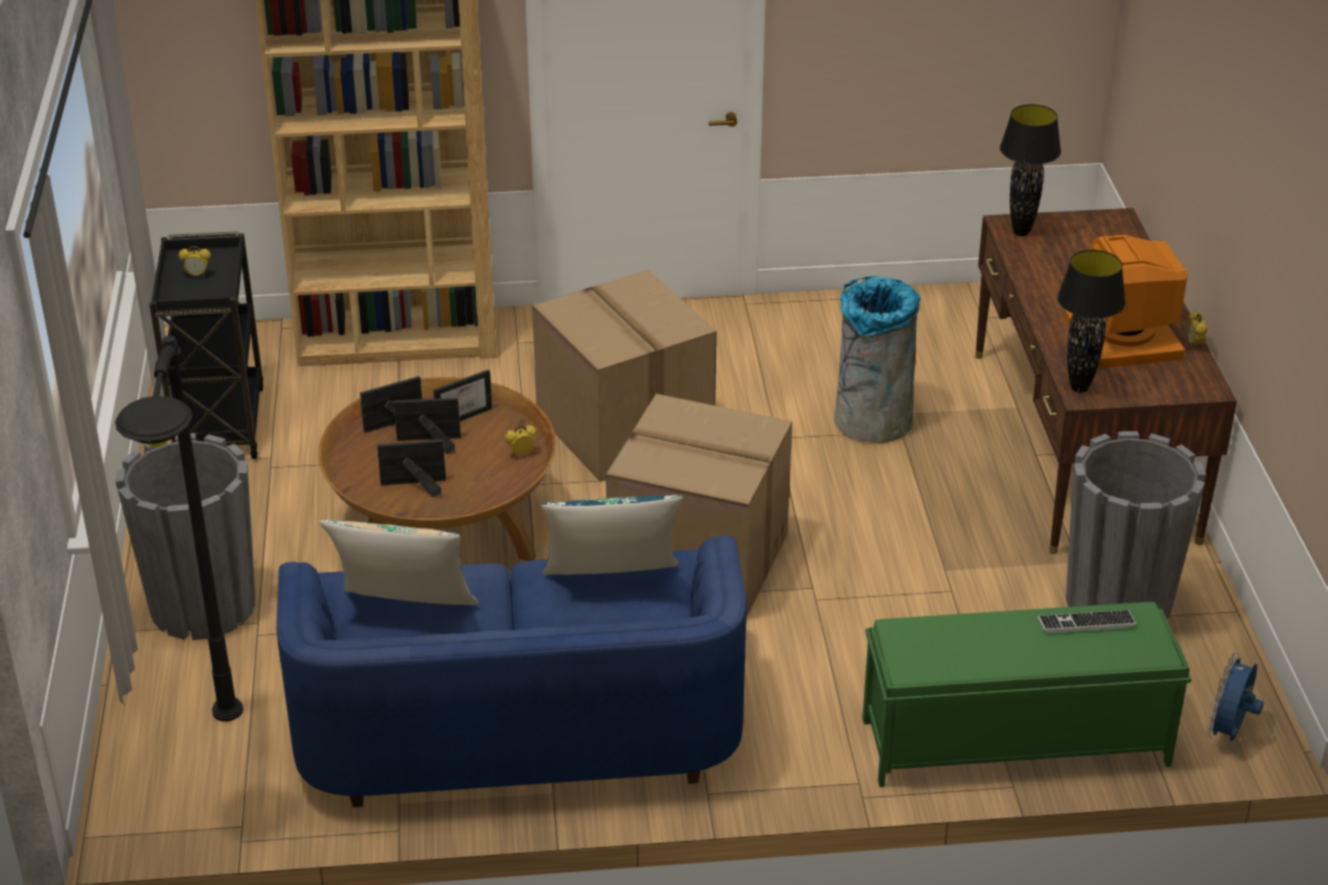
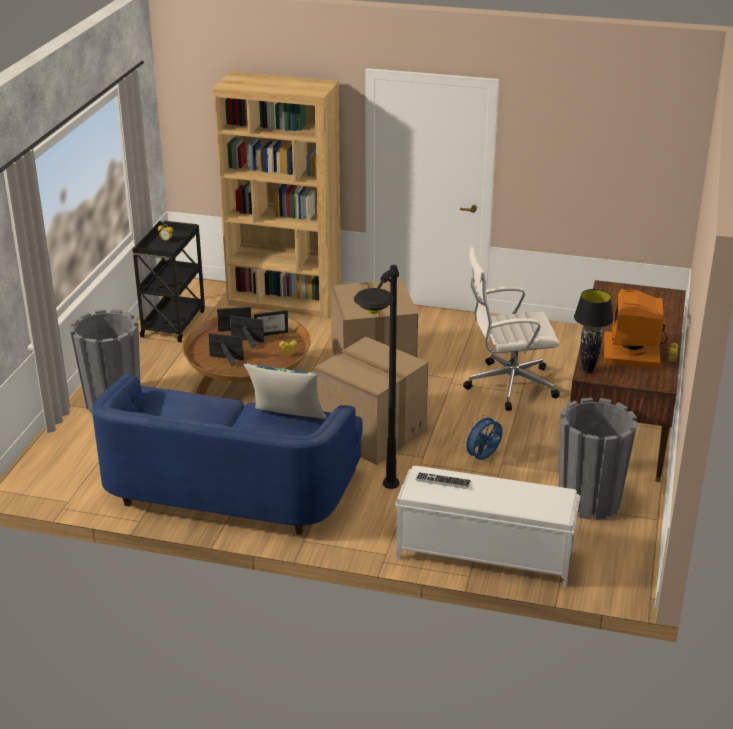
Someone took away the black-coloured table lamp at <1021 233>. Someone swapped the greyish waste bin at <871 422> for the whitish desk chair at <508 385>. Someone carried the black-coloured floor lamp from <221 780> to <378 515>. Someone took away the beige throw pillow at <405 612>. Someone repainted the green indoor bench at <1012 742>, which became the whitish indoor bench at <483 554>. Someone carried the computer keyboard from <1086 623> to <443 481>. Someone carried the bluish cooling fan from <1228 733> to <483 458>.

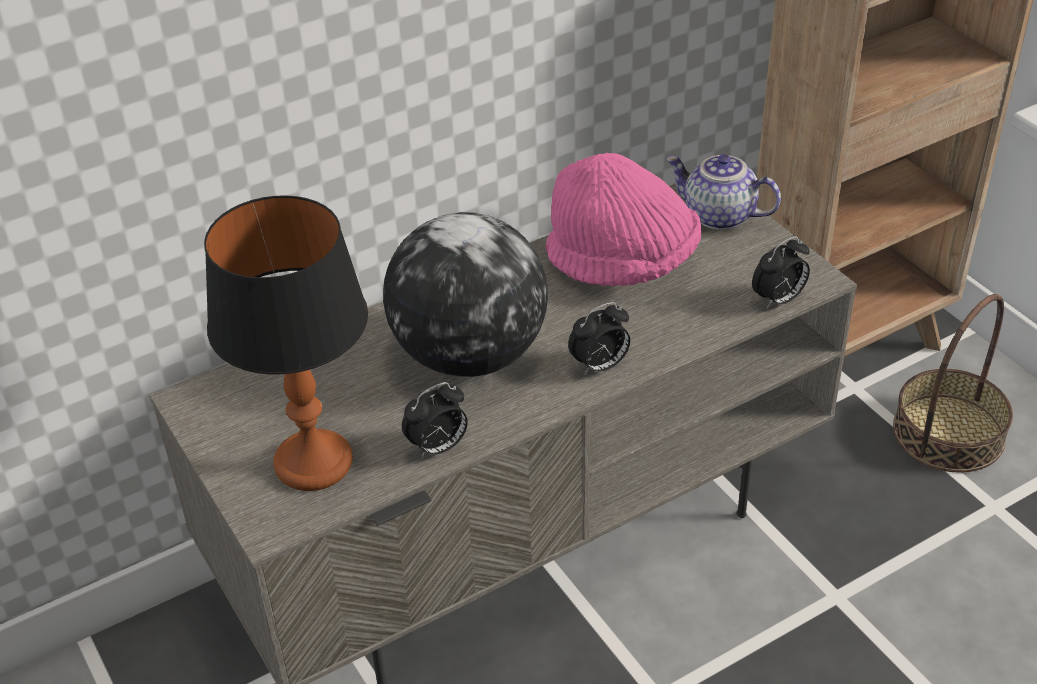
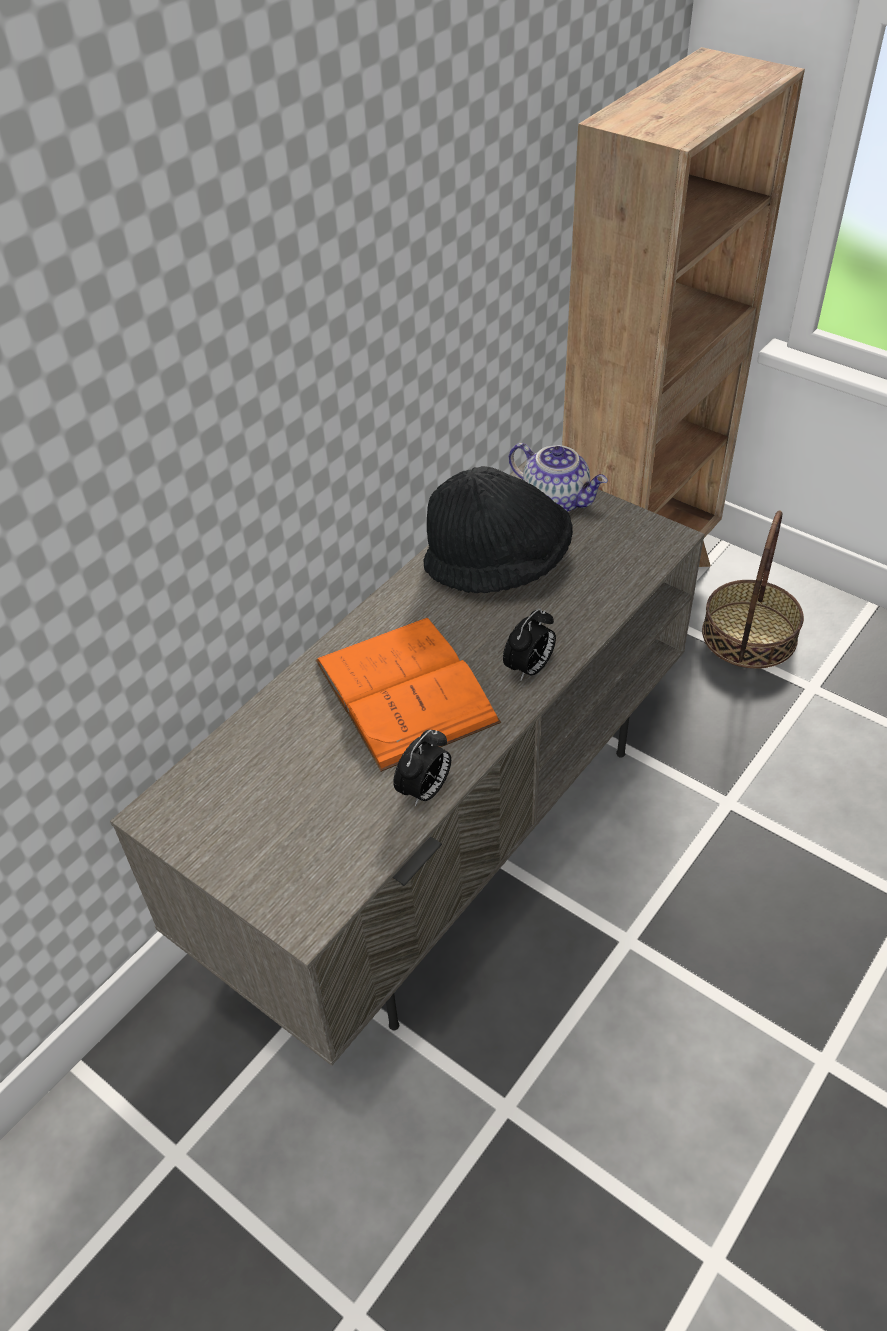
Someone repainted the pink-coloured wearable hat at <623 264>, which became the black-coloured wearable hat at <498 565>. Someone rotated the teapot at <718 216> by 150 degrees counterclockwise. Someone took away the table lamp at <312 462>. Someone swapped the world globe at <468 355> for the orange volume at <405 691>. Someone took away the table clock at <778 300>.

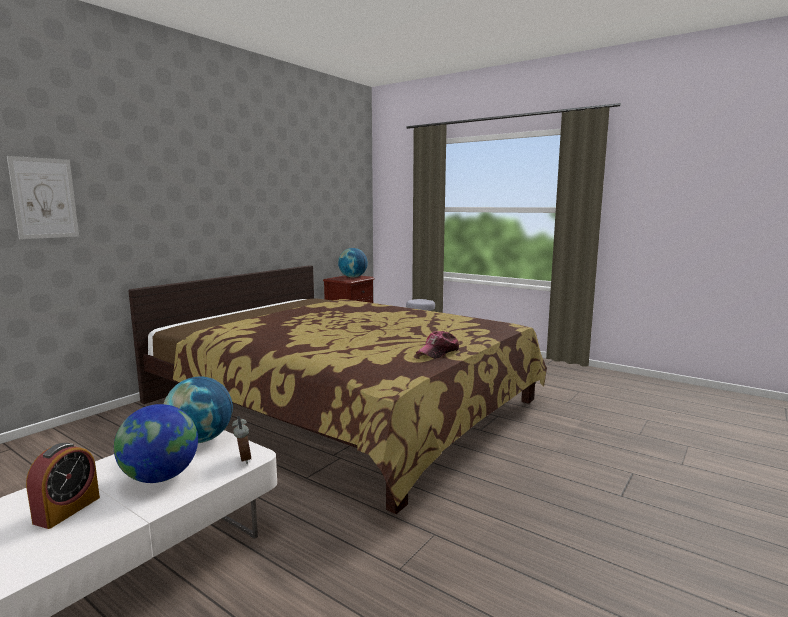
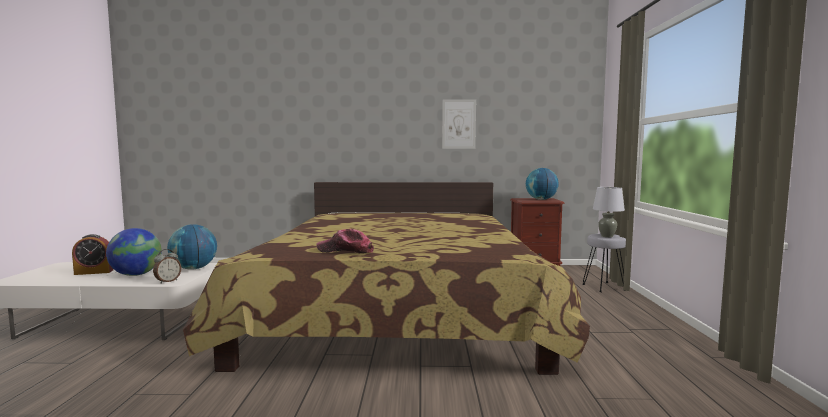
Someone carried the picture from <44 198> to <459 124>. Someone put down the greyish table lamp at <607 236>.

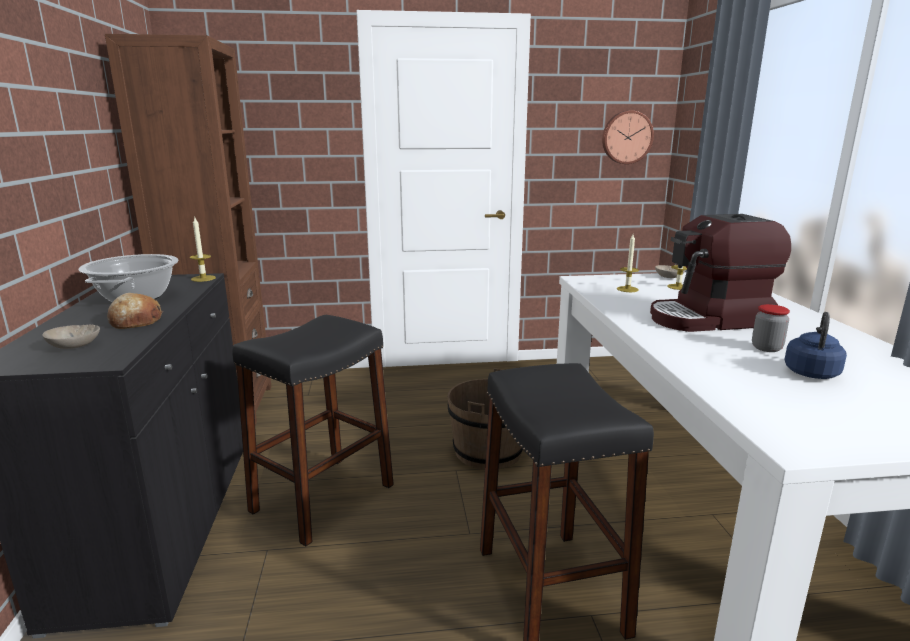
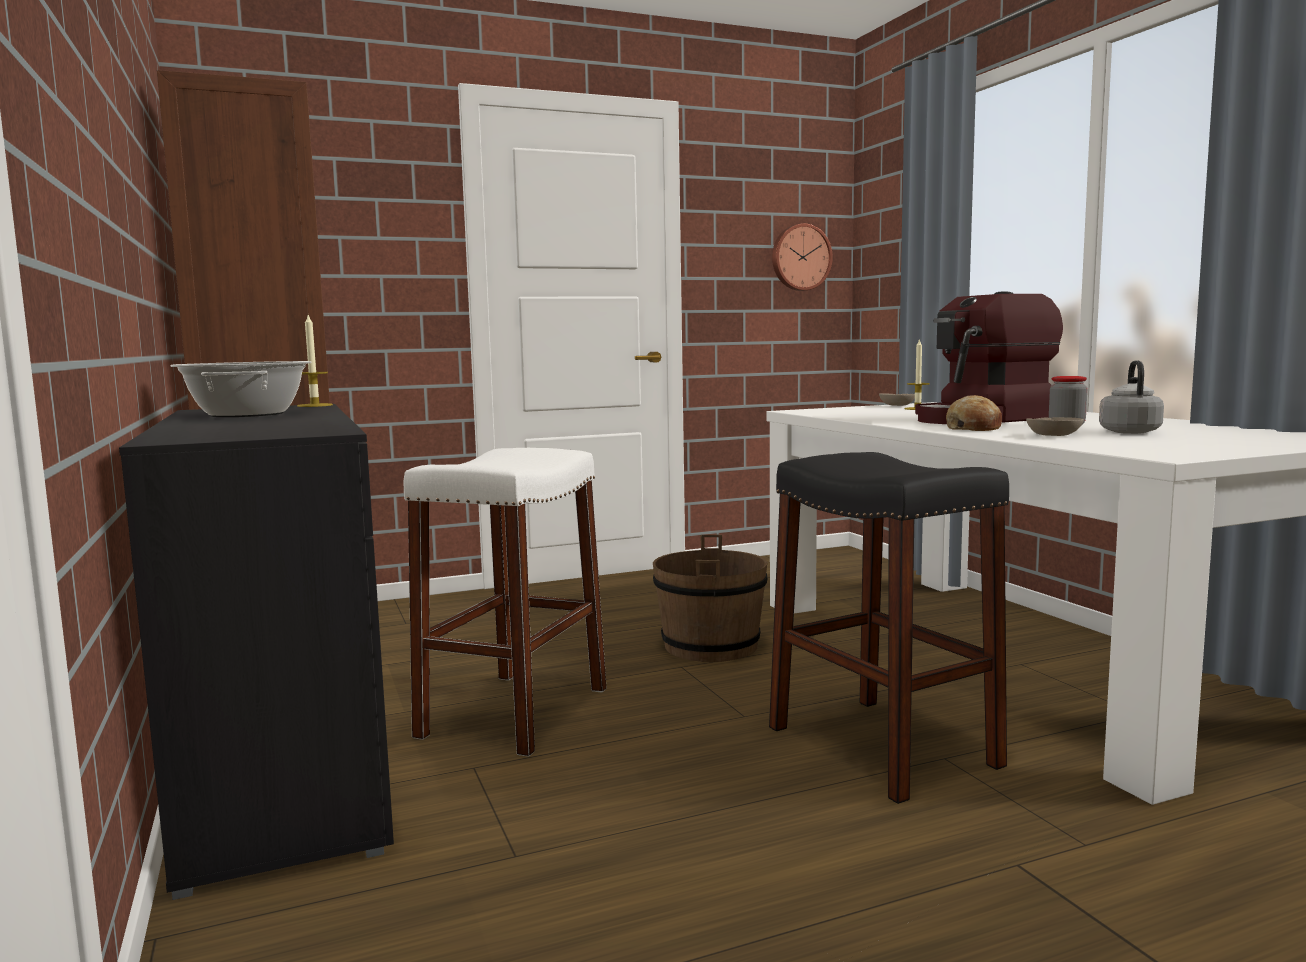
Someone took away the wax candle at <627 289>. Someone carried the baked bread from <135 321> to <973 428>. Someone repainted the bluish kettle at <811 372>, which became the greyish kettle at <1129 431>. Someone repainted the black-coloured sitting stool at <323 497>, which became the whitish sitting stool at <515 712>. Someone carried the beige deep dish from <73 346> to <1054 436>.

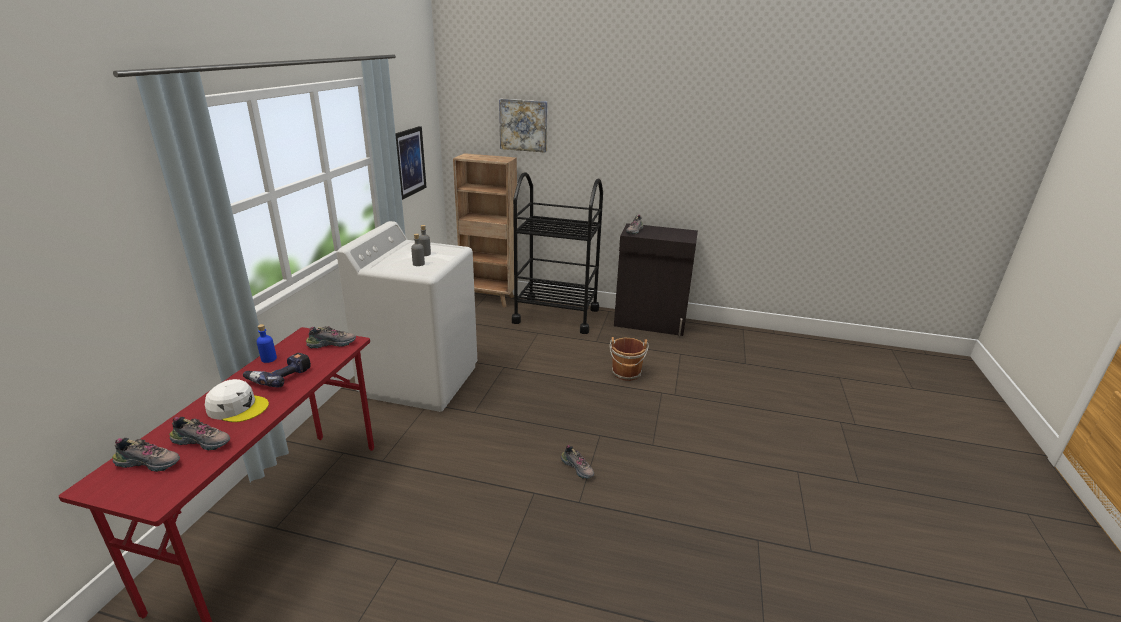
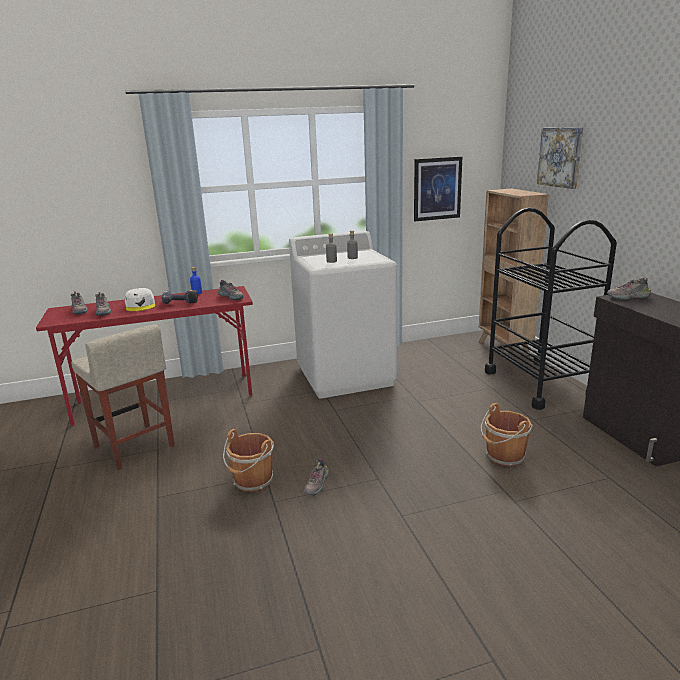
Someone put down the beige sitting stool at <134 446>. Someone put down the brown water bucket at <252 482>.

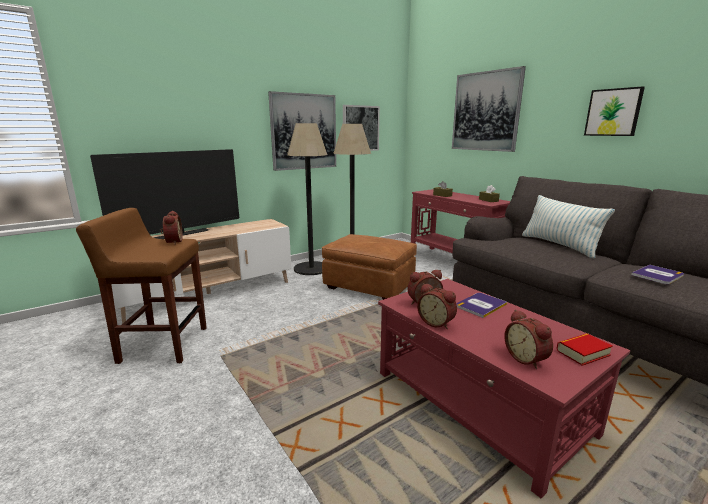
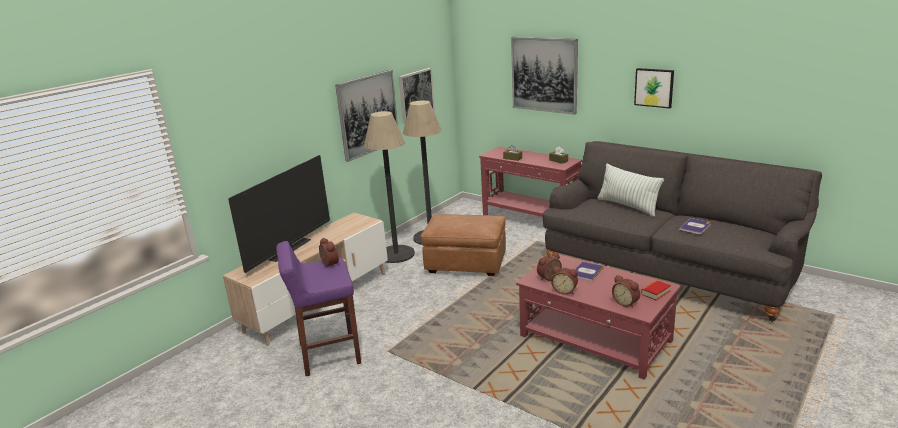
Someone repainted the brown sitting stool at <163 344>, which became the purple sitting stool at <328 354>.

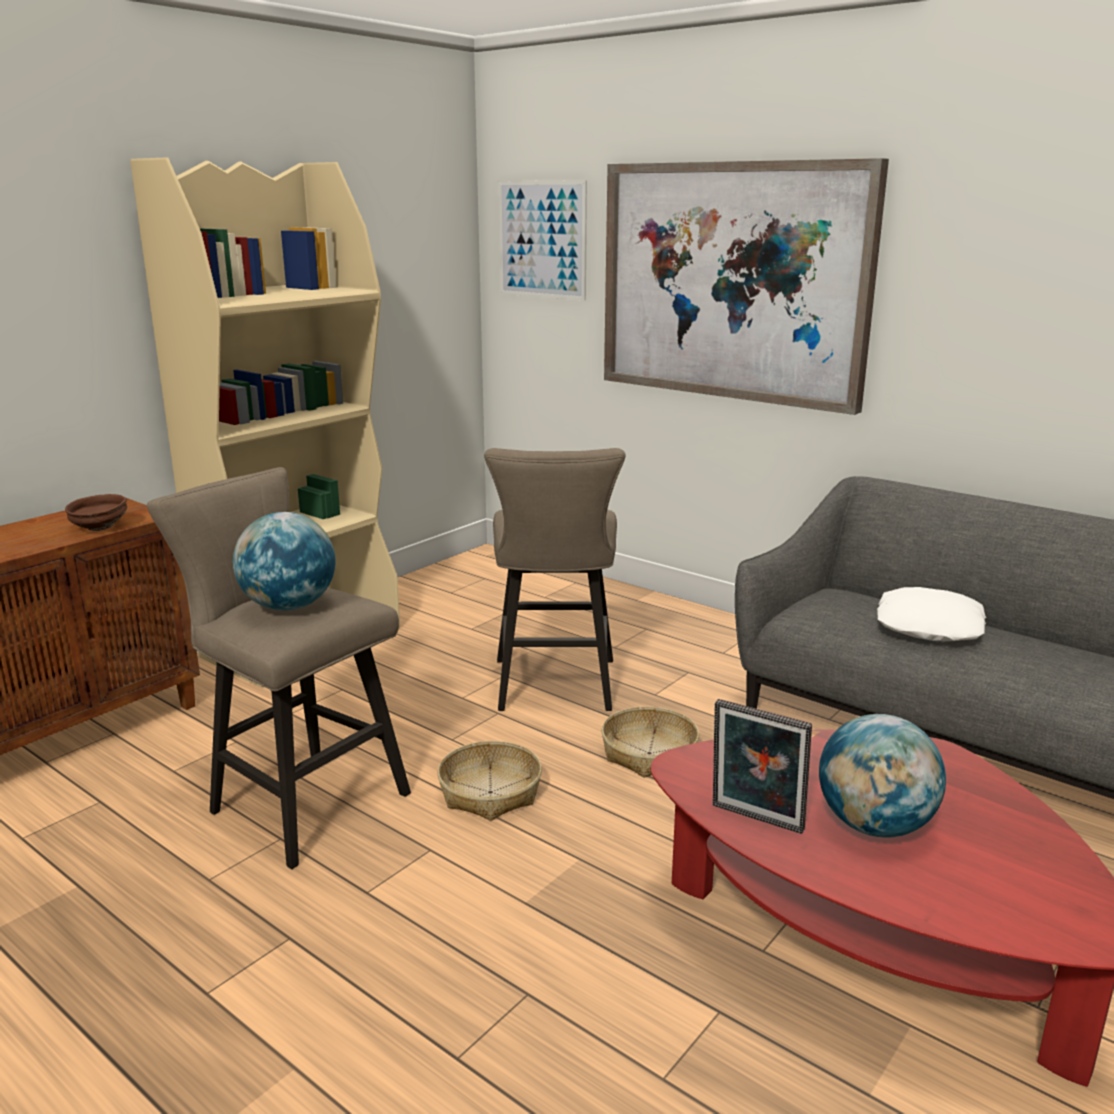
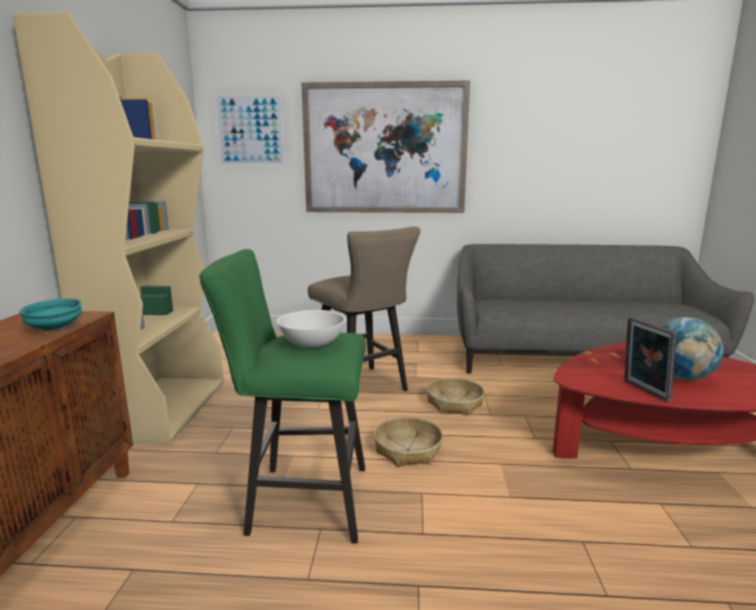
Someone repainted the beige sitting stool at <299 800>, which became the green sitting stool at <299 500>. Someone repainted the brown deep dish at <99 528>, which became the turquoise deep dish at <54 329>. Someone swapped the world globe at <289 606> for the whitish deep dish at <312 343>. Someone took away the whitish throw pillow at <928 626>. Someone rotated the standing frame at <755 820> by 75 degrees clockwise.

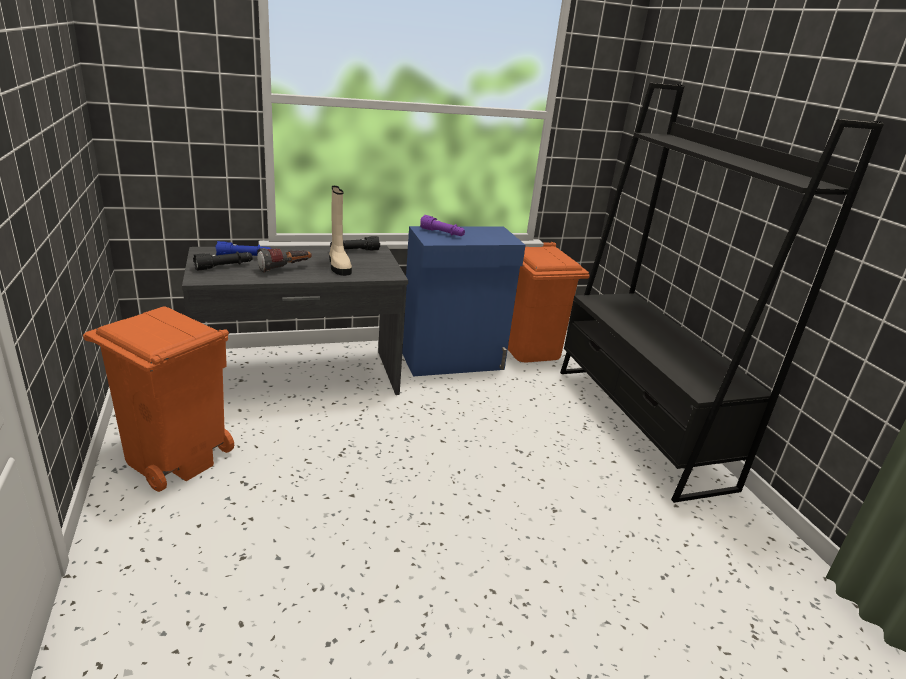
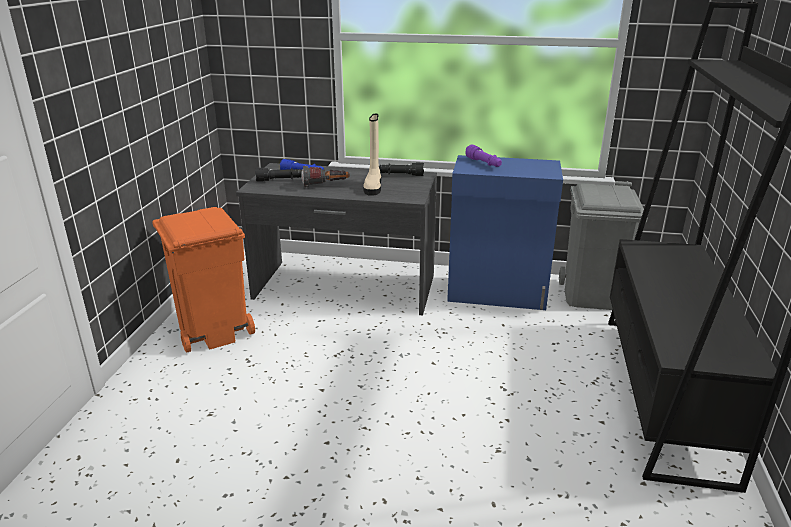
Someone repainted the orange waste bin at <531 349>, which became the greyish waste bin at <591 295>.

